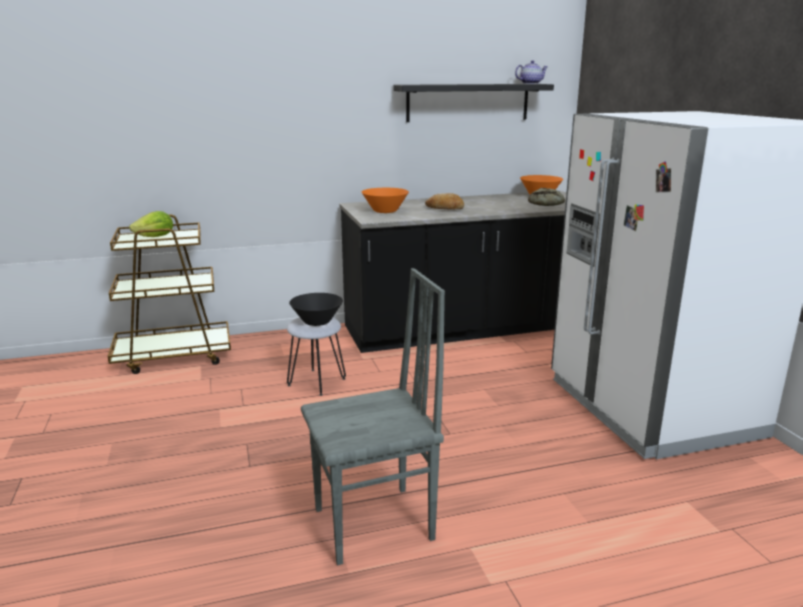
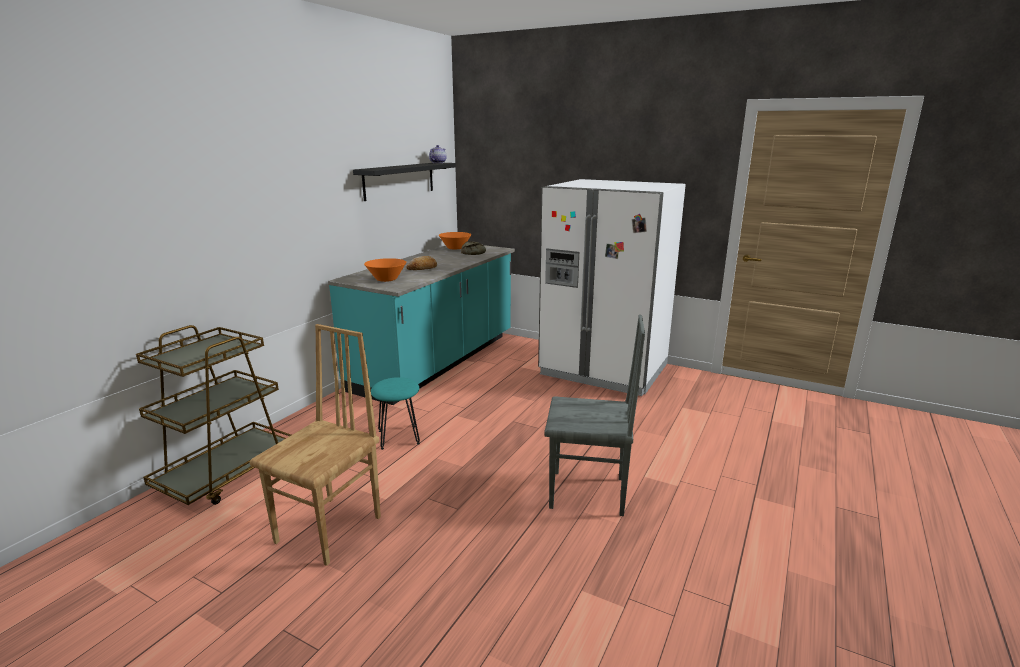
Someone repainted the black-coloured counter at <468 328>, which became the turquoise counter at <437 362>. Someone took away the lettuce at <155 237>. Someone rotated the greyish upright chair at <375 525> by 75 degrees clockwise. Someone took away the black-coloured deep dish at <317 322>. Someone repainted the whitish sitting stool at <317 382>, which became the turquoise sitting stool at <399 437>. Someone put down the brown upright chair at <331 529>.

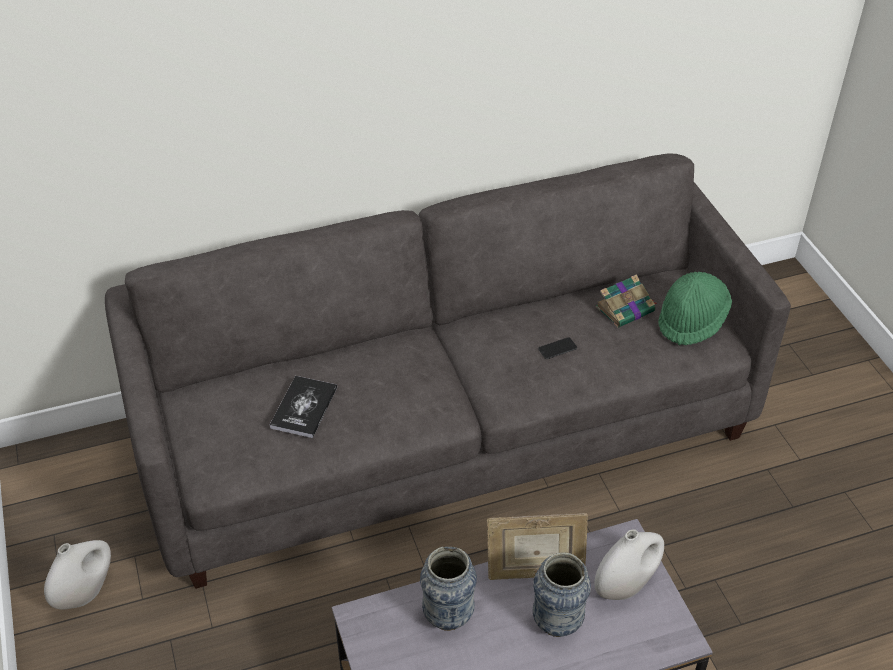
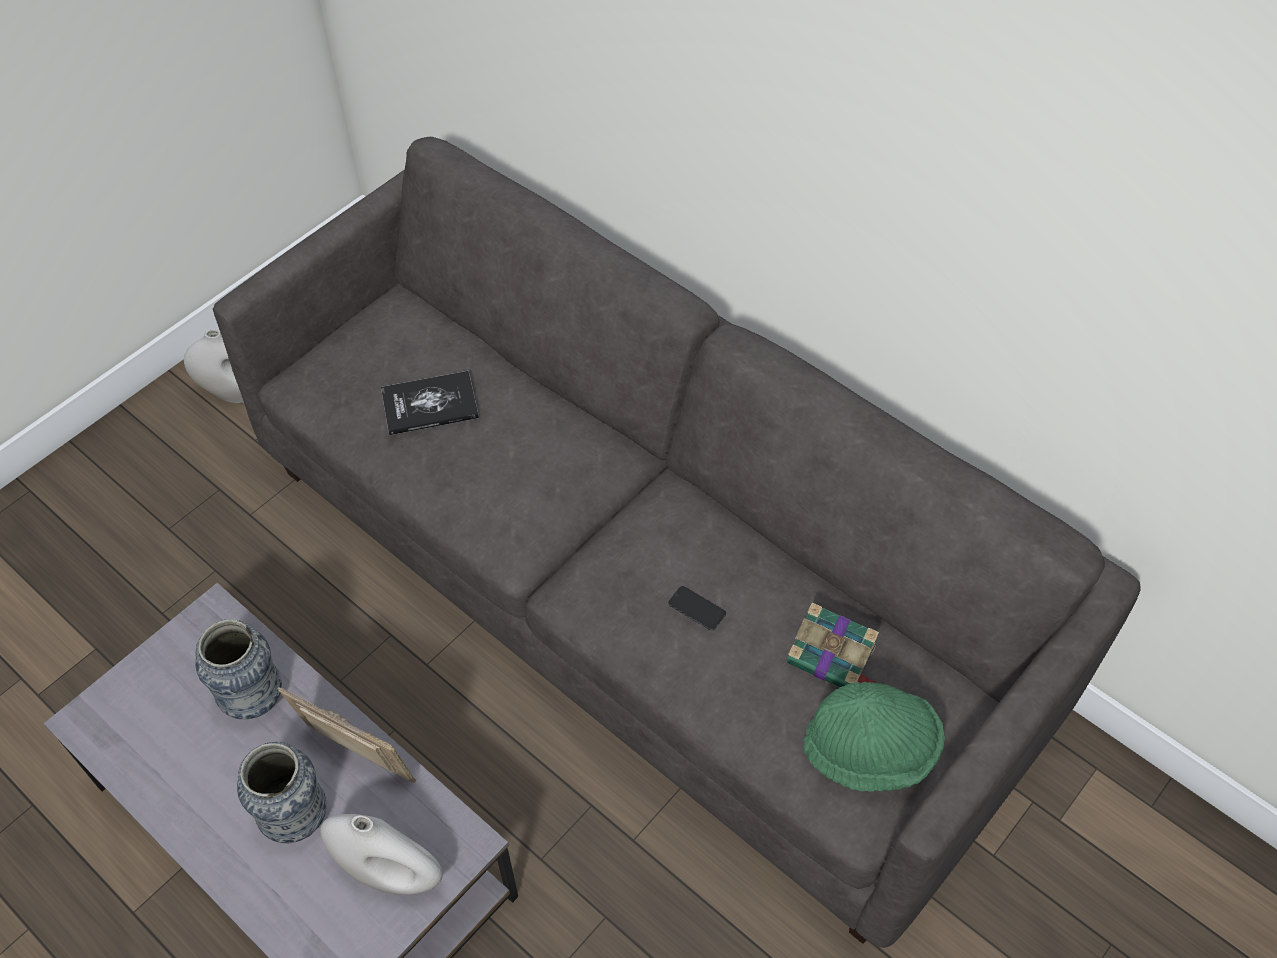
Someone rotated the standing frame at <534 573> by 150 degrees clockwise.

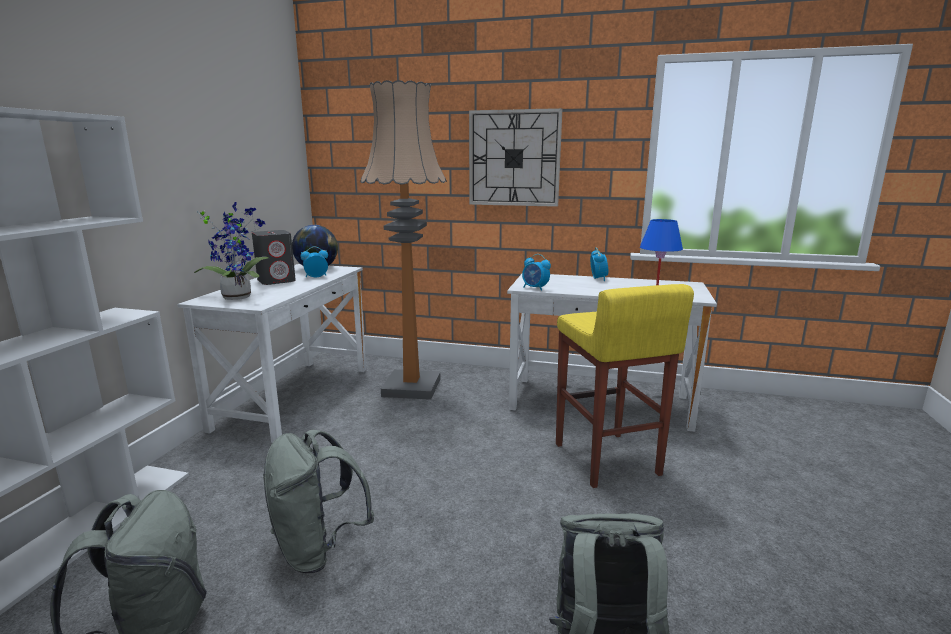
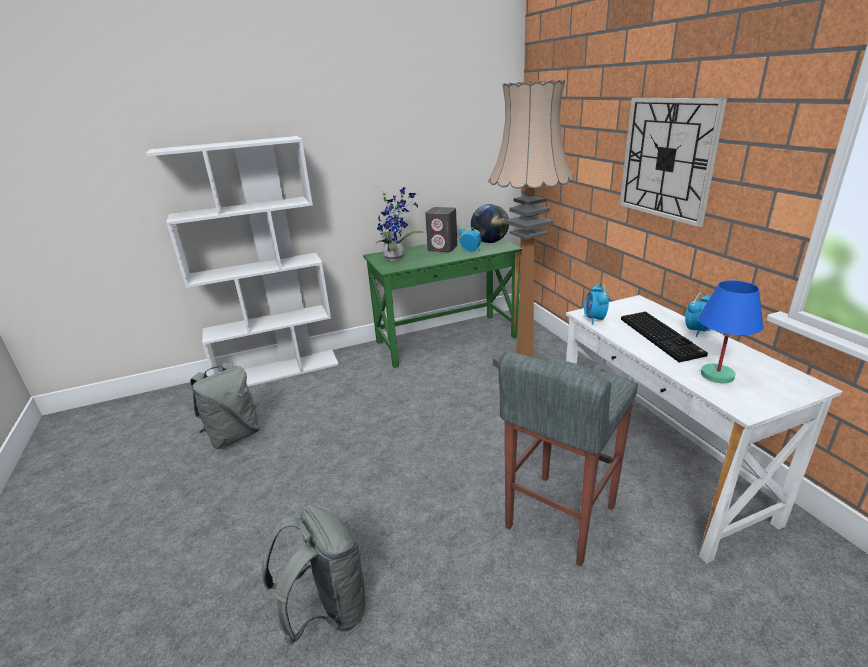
Someone repainted the whitish desk unit at <294 397>, which became the green desk unit at <446 339>. Someone repainted the yellowish sitting stool at <606 460>, which became the greyish sitting stool at <558 517>. Someone took away the greyish backpack at <318 549>. Someone put down the computer keyboard at <662 337>.

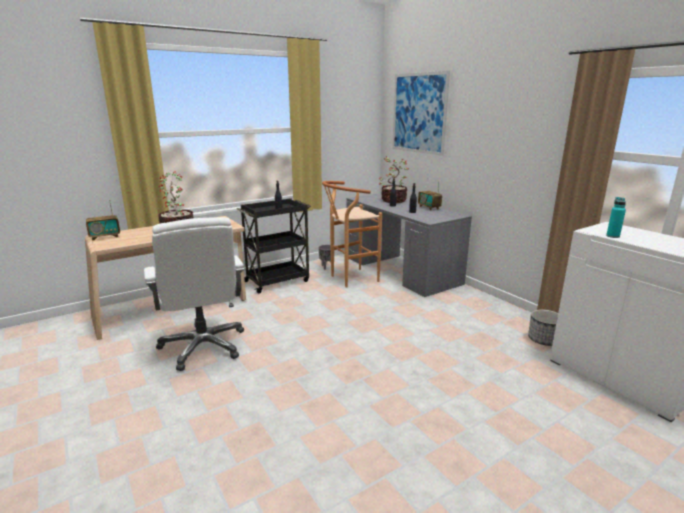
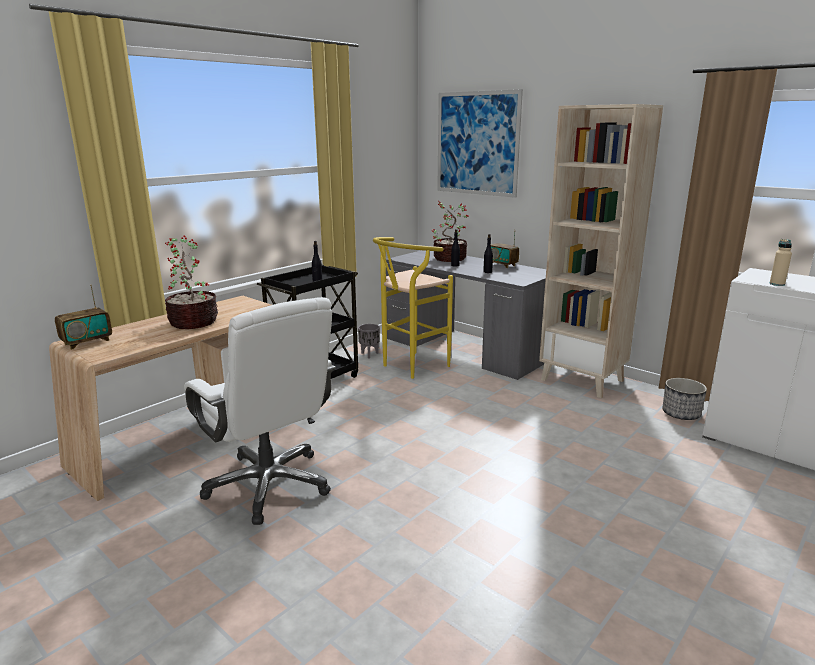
Someone repainted the brown sitting stool at <350 279>, which became the yellowish sitting stool at <410 367>. Someone repainted the turquoise drink bottle at <612 236>, which became the beige drink bottle at <777 284>. Someone put down the beige shelving unit at <583 380>.

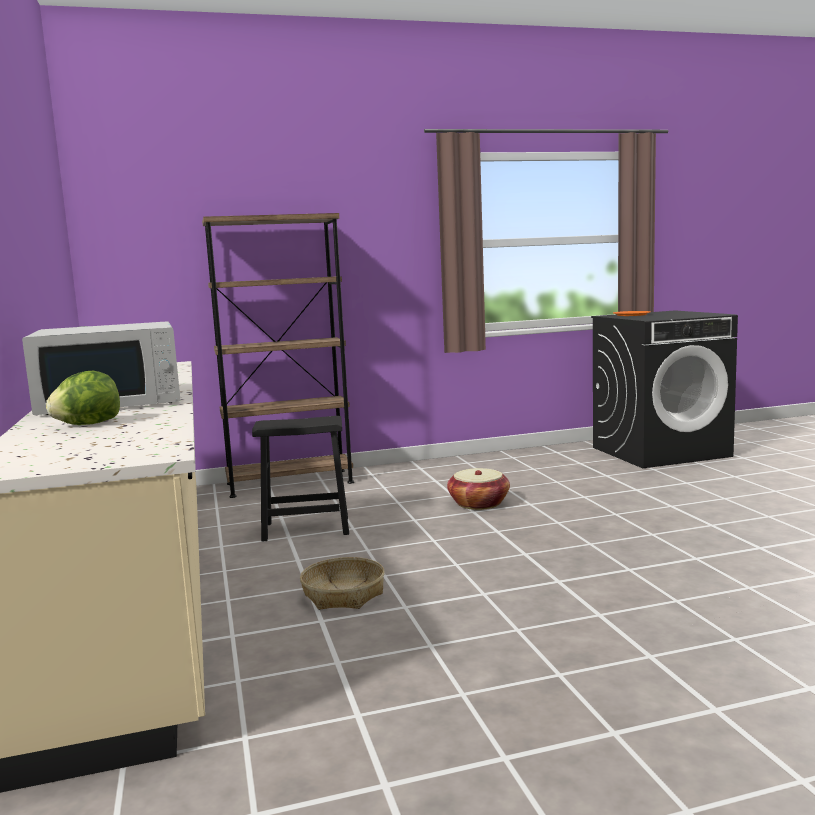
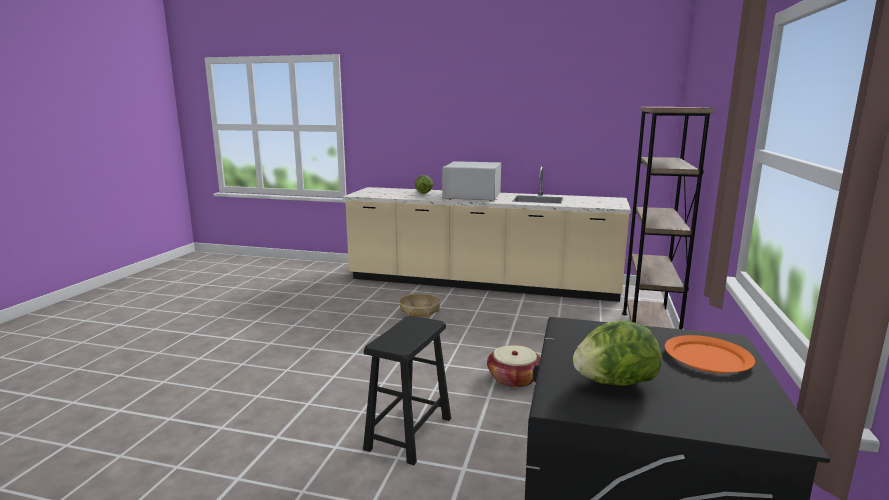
Someone carried the black-coloured sitting stool from <306 528> to <409 433>. Someone put down the lettuce at <614 383>.

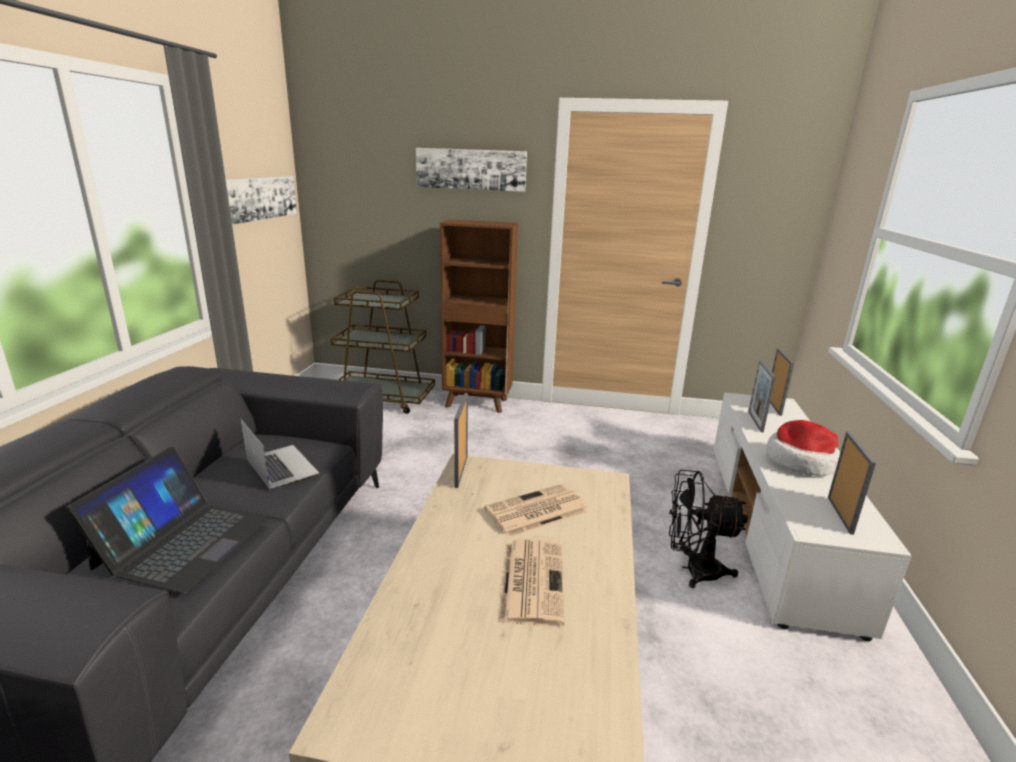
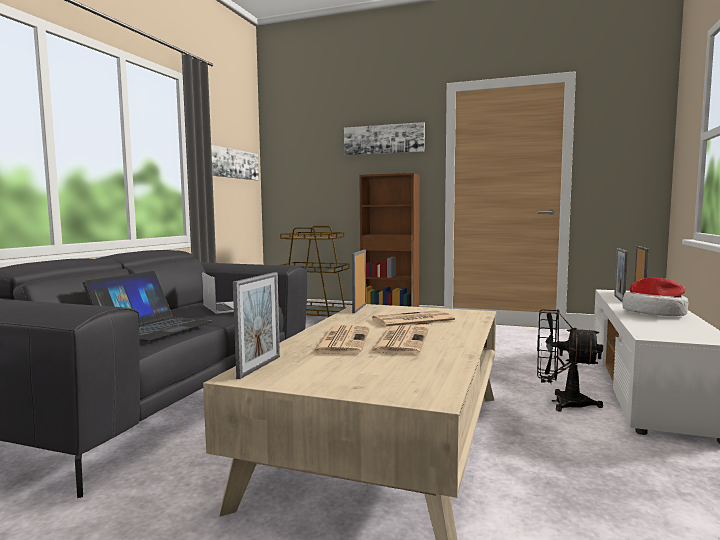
Someone carried the standing frame from <840 515> to <259 367>. Someone put down the newspaper at <342 341>.

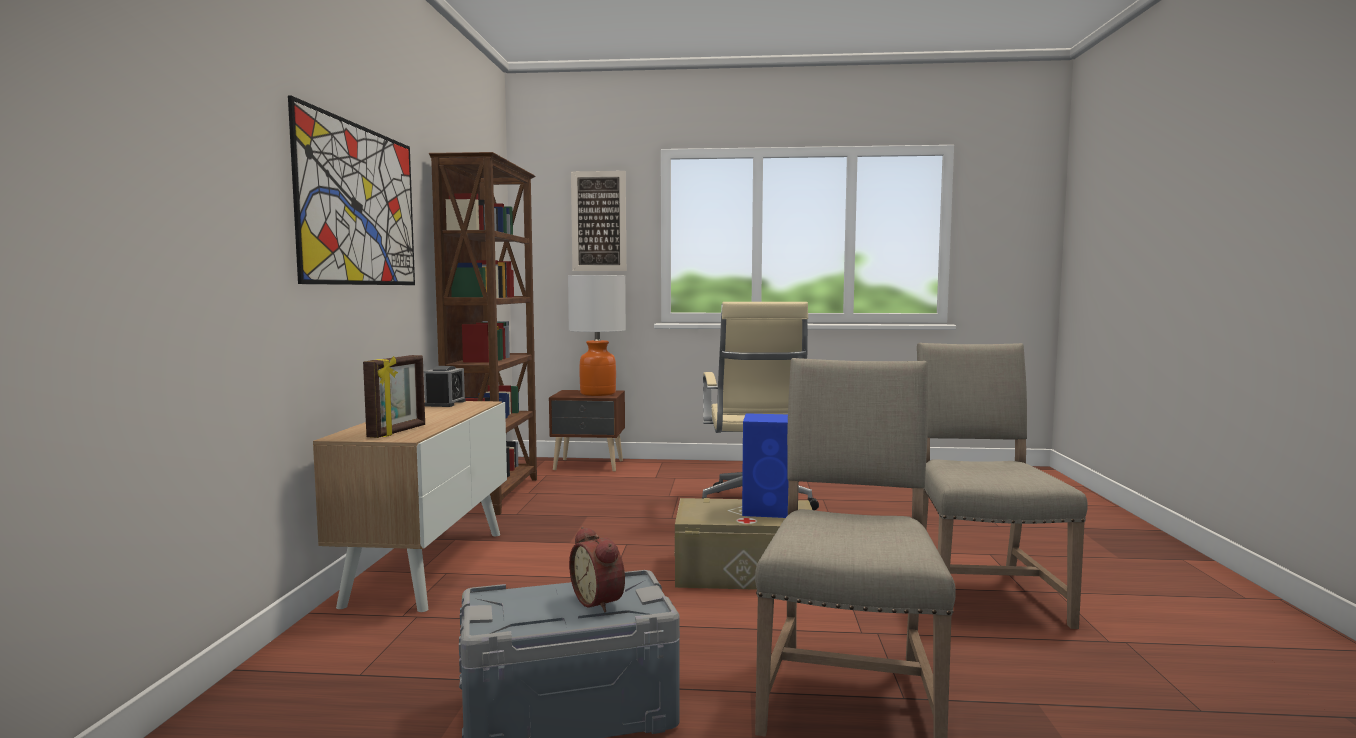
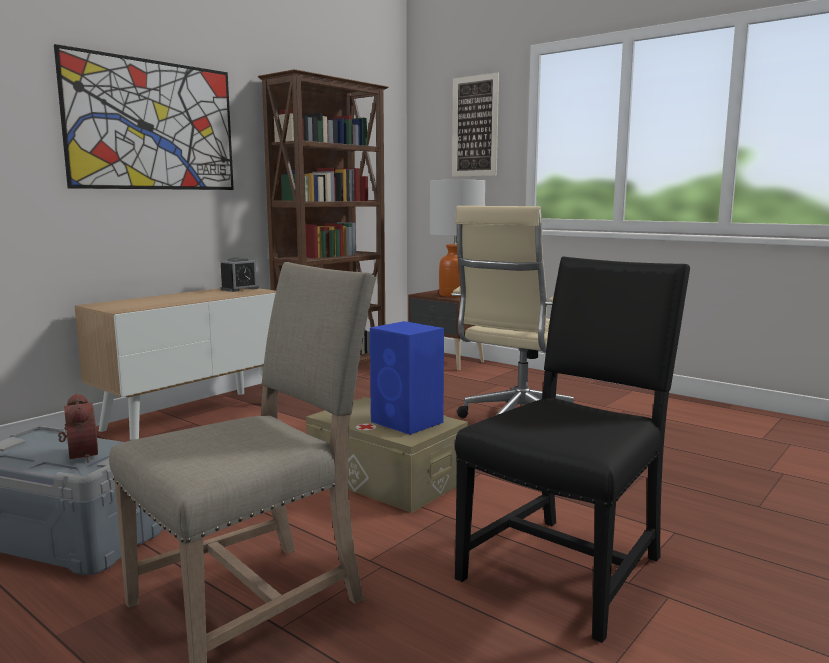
Someone repainted the beige upright chair at <981 593>, which became the black-coloured upright chair at <569 567>. Someone took away the standing frame at <398 432>. Someone rotated the table clock at <600 601> by 150 degrees clockwise.

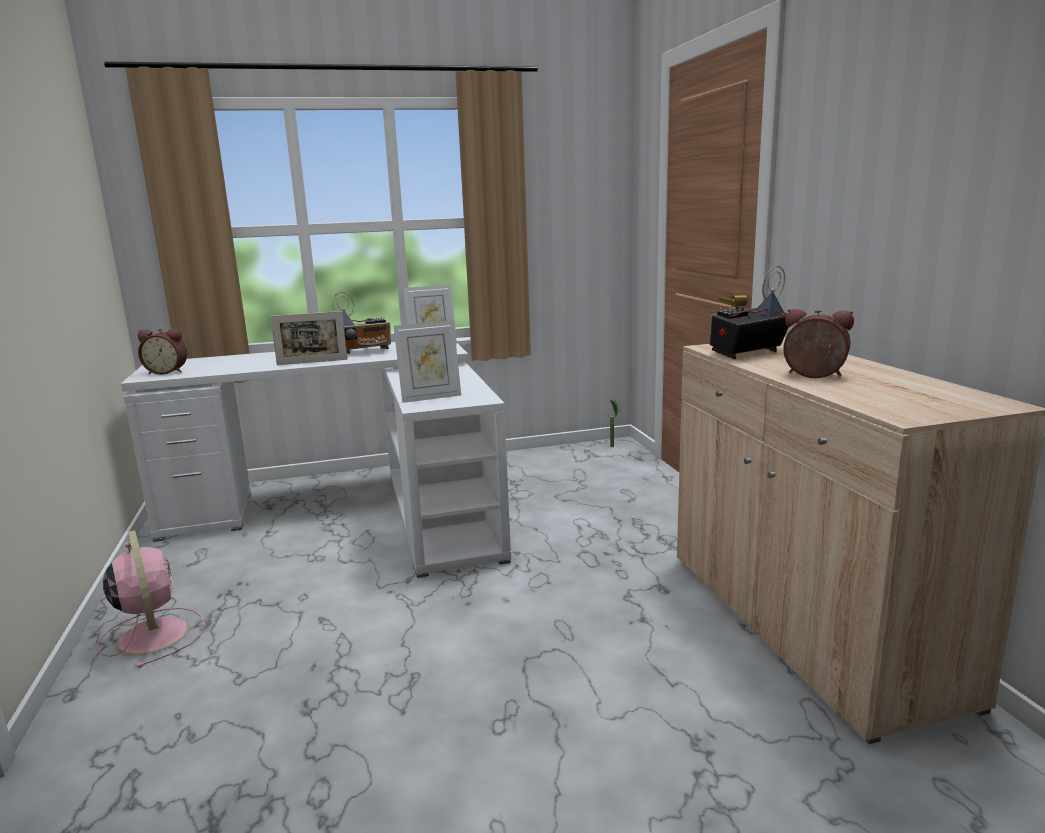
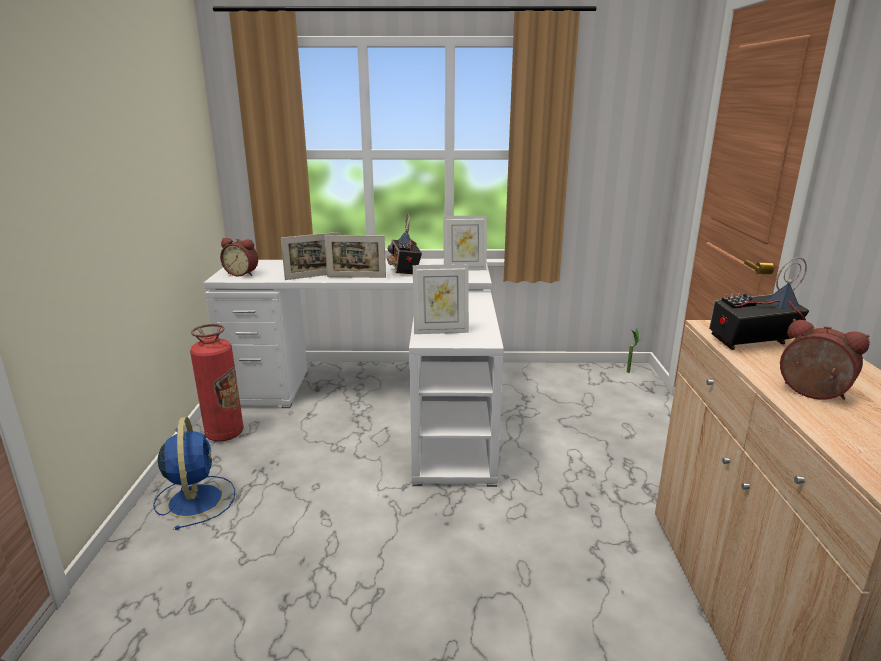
Someone rotated the radio receiver at <365 352> by 90 degrees clockwise. Someone repainted the pink-coloured cooling fan at <153 634>, which became the bluish cooling fan at <195 499>. Someone put down the standing frame at <314 276>. Someone put down the fire extinguisher at <224 434>.

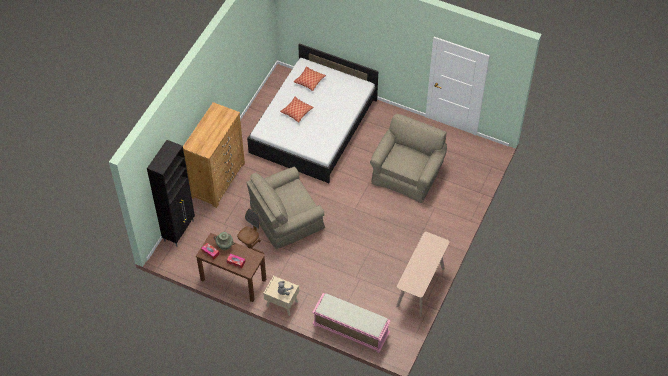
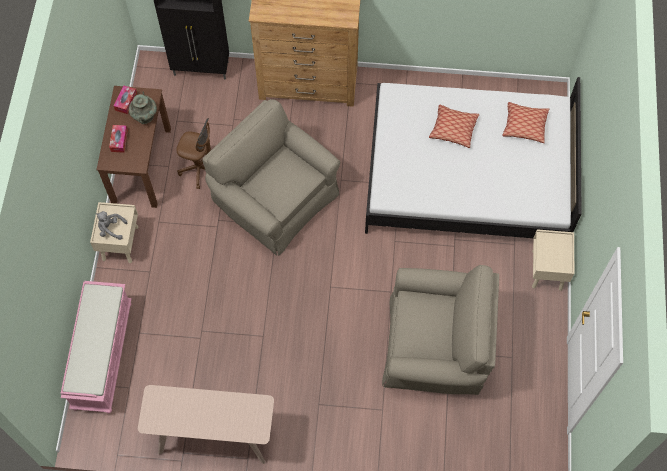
Someone put down the beige bedside table at <547 271>.

